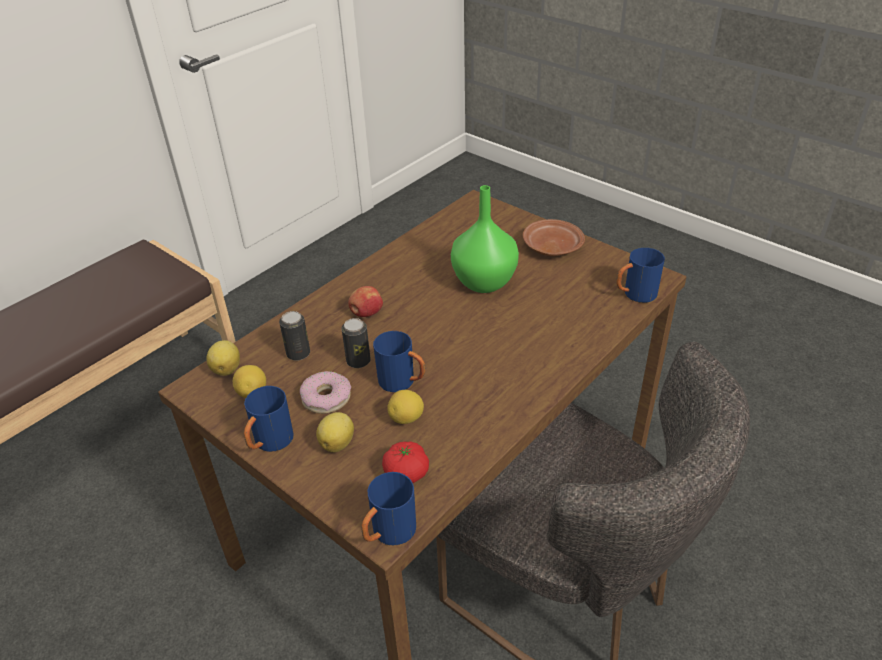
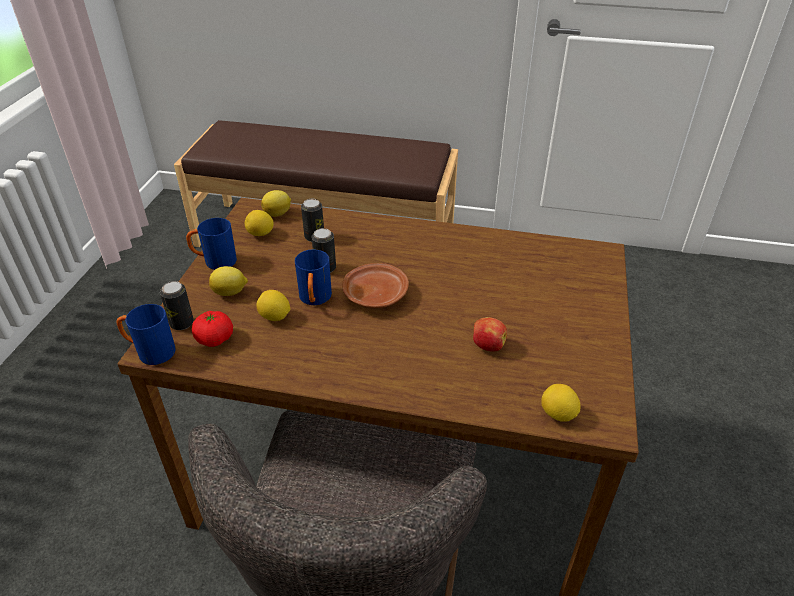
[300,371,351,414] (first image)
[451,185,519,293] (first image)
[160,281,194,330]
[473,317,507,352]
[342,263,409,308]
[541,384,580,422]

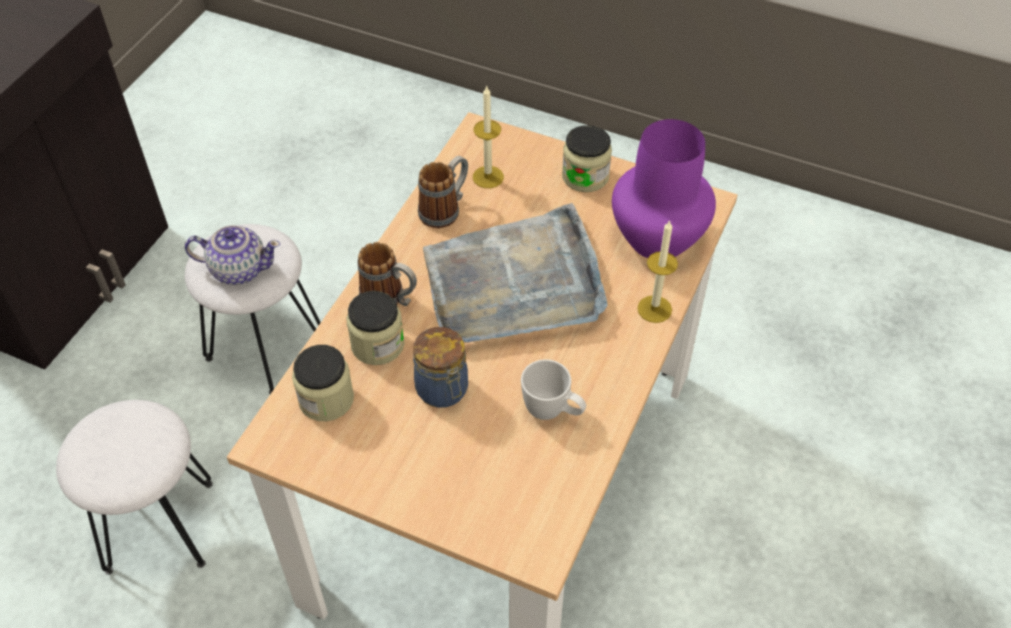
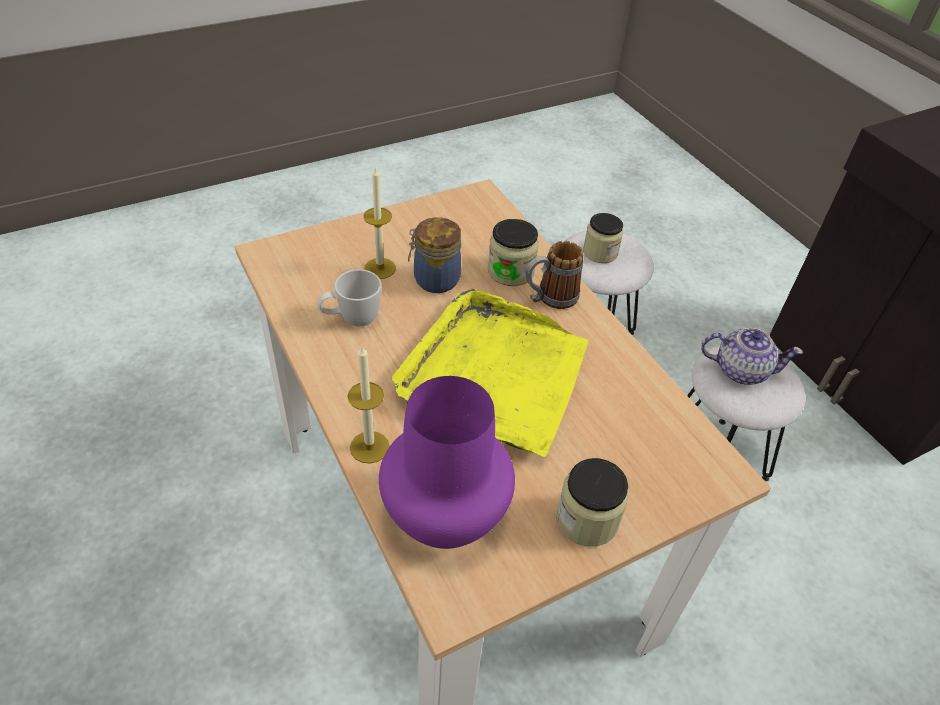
[418,156,468,228] (first image)
[583,213,623,263]
[363,166,396,279]
[392,289,588,457]
[701,328,803,385]

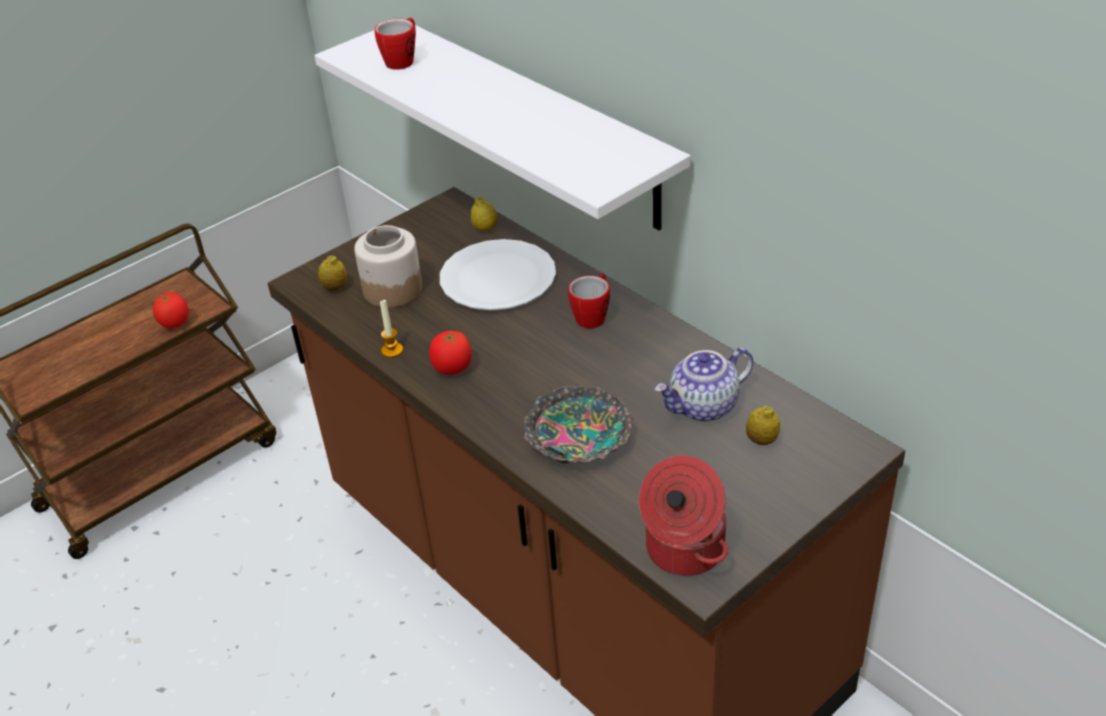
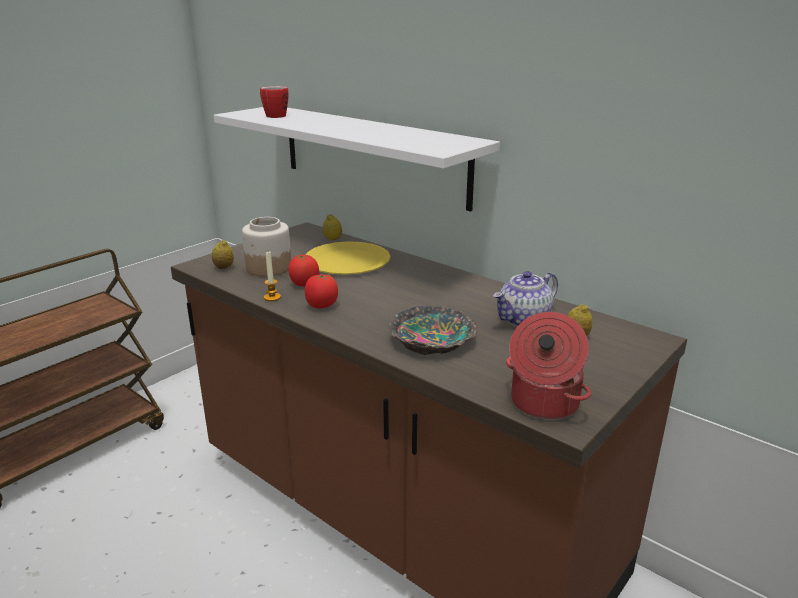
[568,273,610,329] (first image)
[288,255,319,286]
[306,241,390,275]

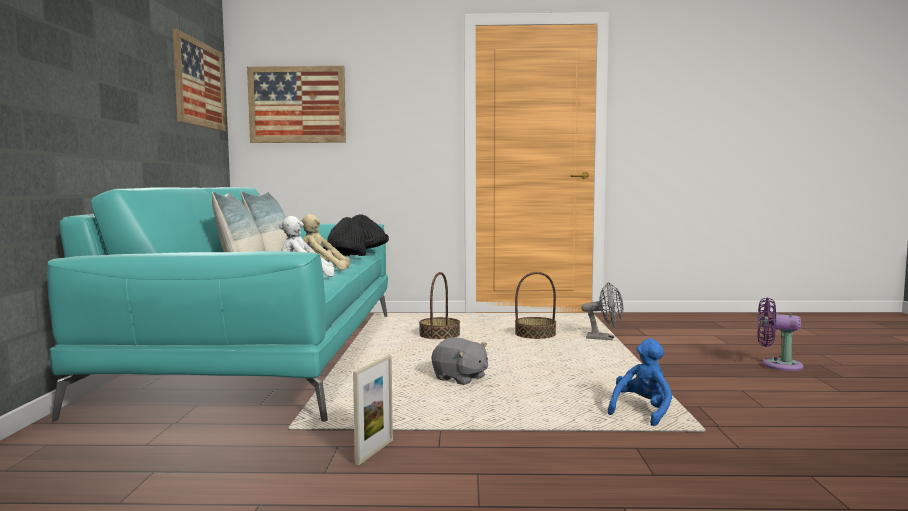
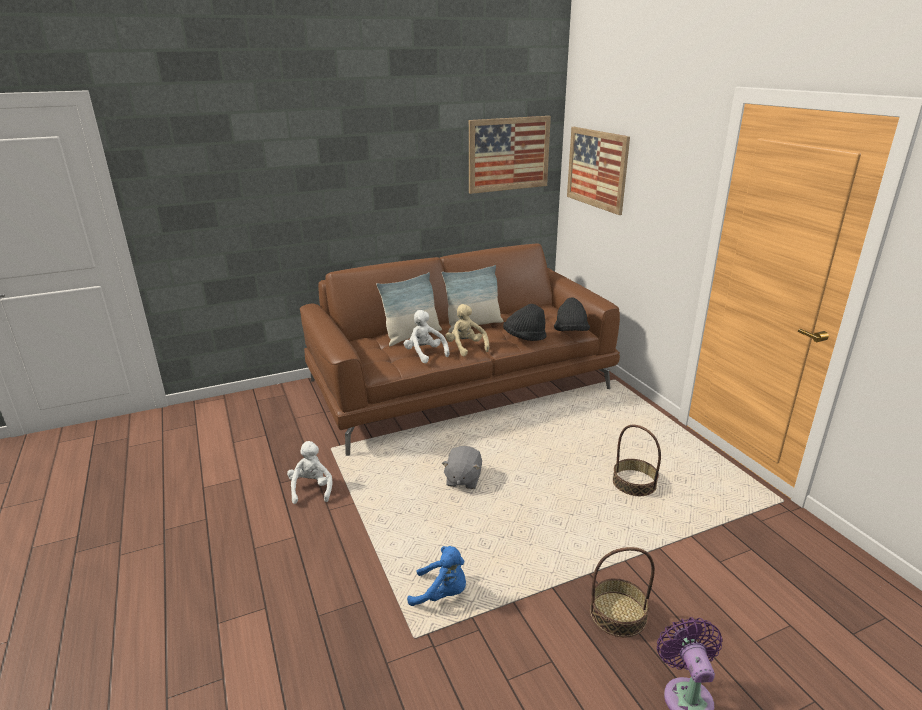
[581,282,623,340] (first image)
[590,547,655,637]
[287,441,332,504]
[300,244,620,456]

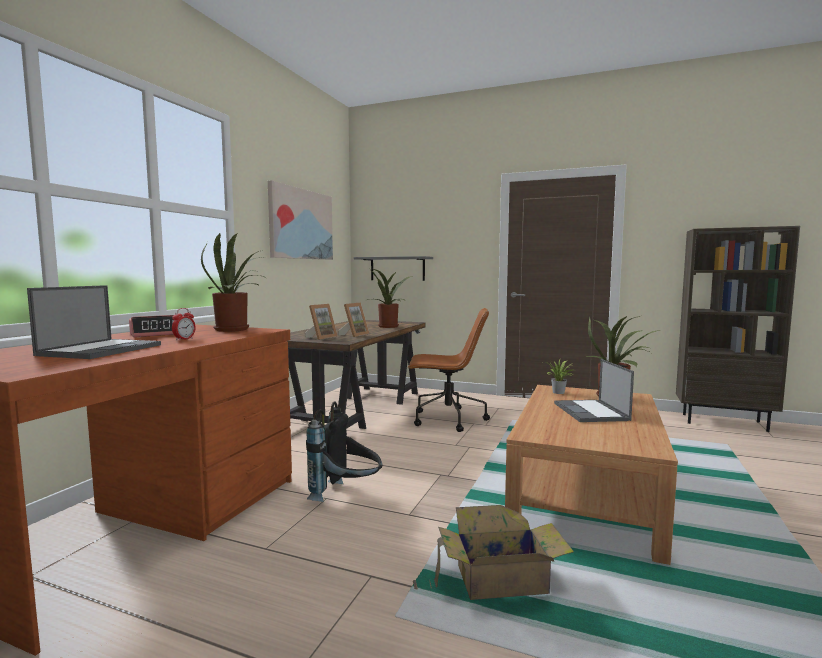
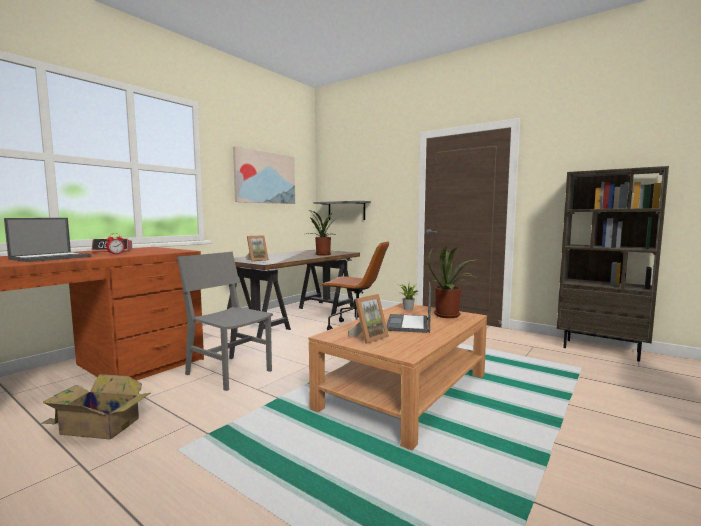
[201,232,267,332] (first image)
[348,294,389,344]
[41,374,150,440]
[177,252,273,391]

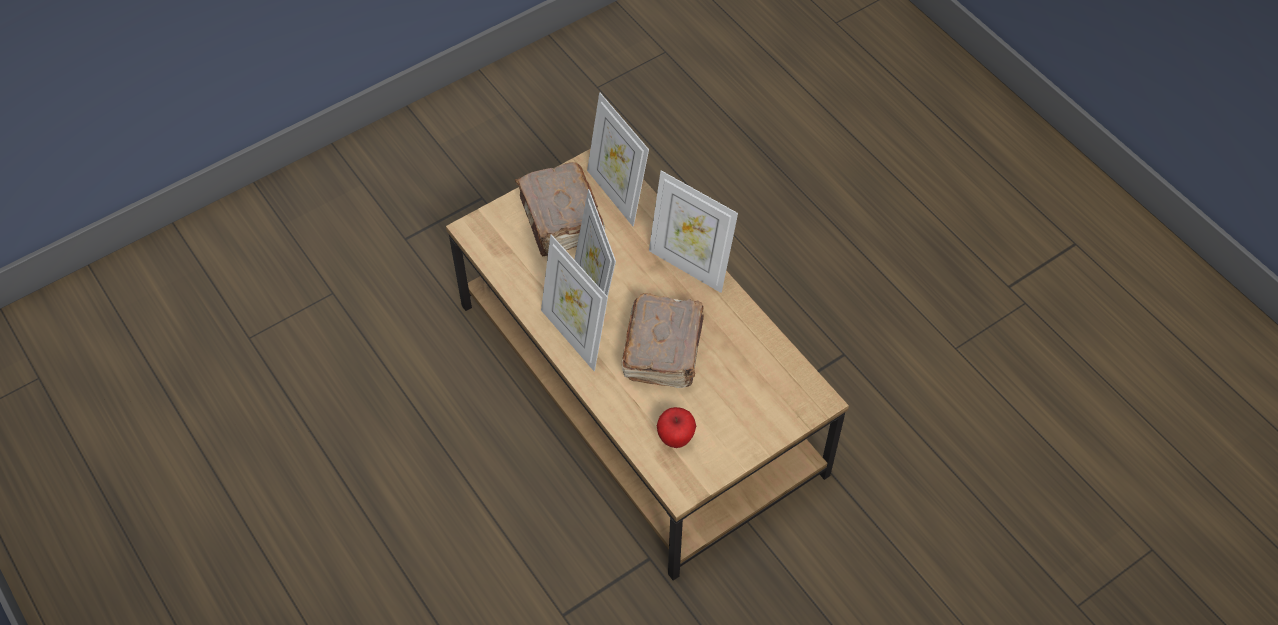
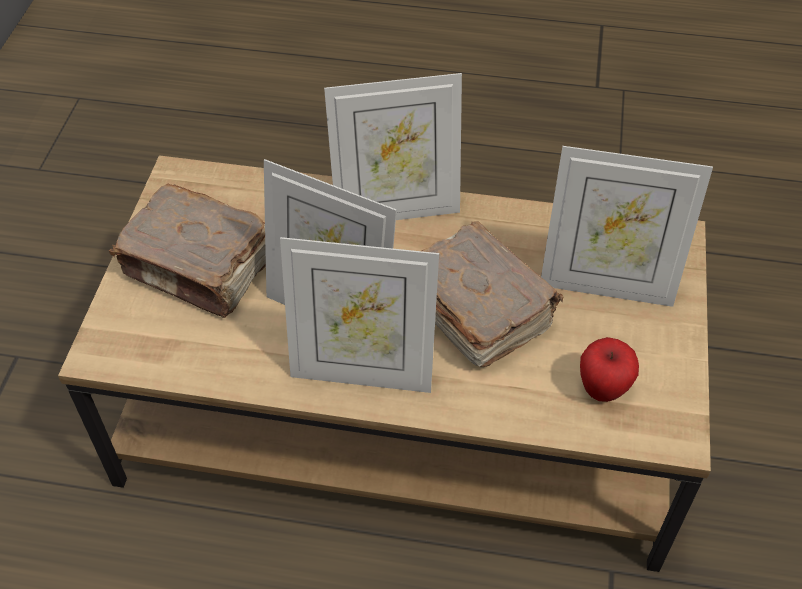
[541,146,713,307]

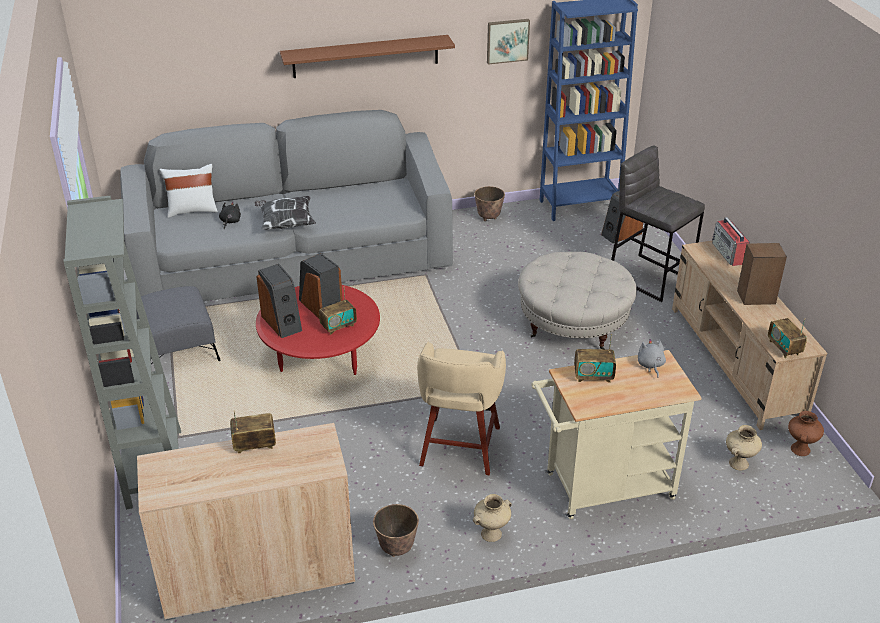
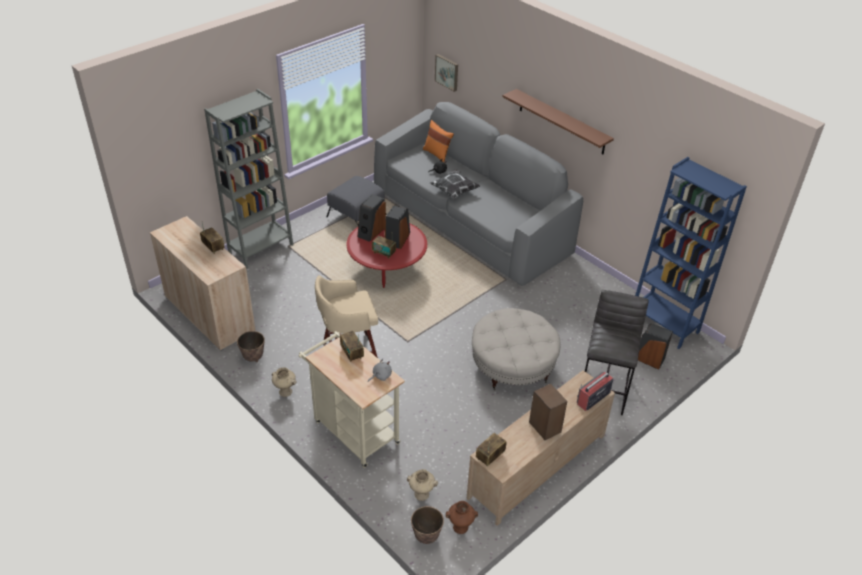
[411,506,444,544]
[435,54,458,92]
[423,120,454,162]

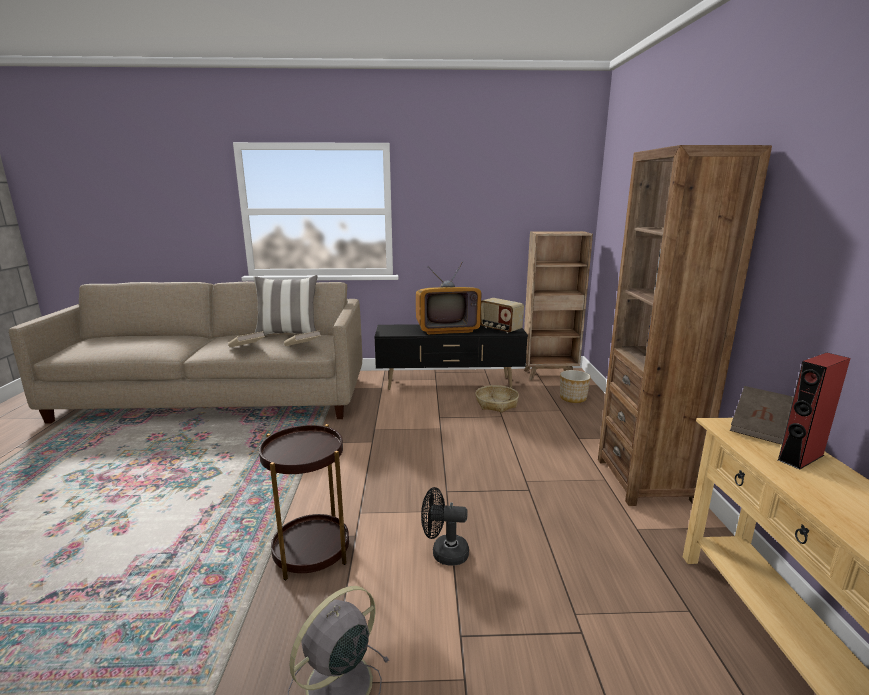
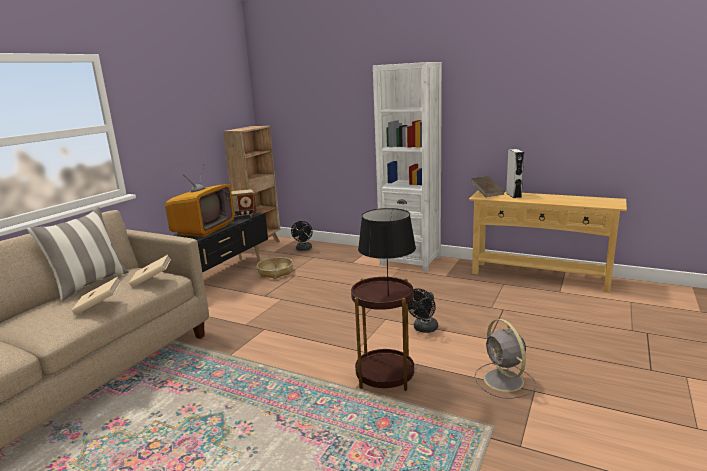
[358,208,416,296]
[291,221,313,251]
[373,62,442,272]
[506,149,524,198]

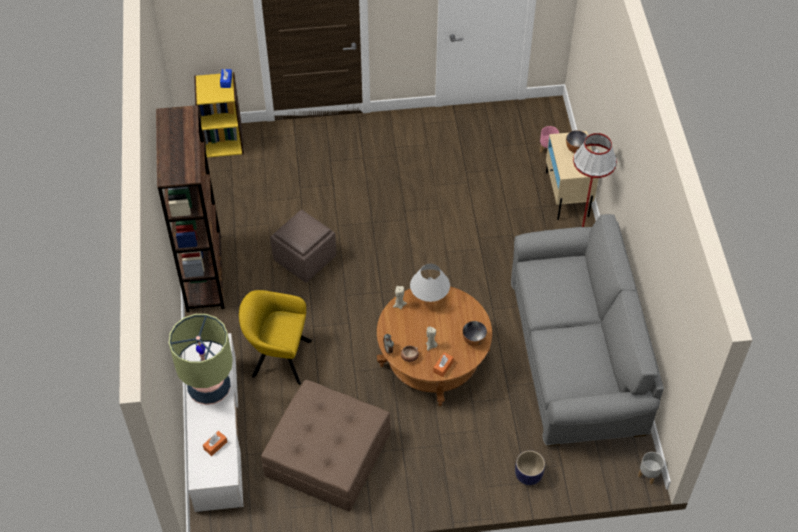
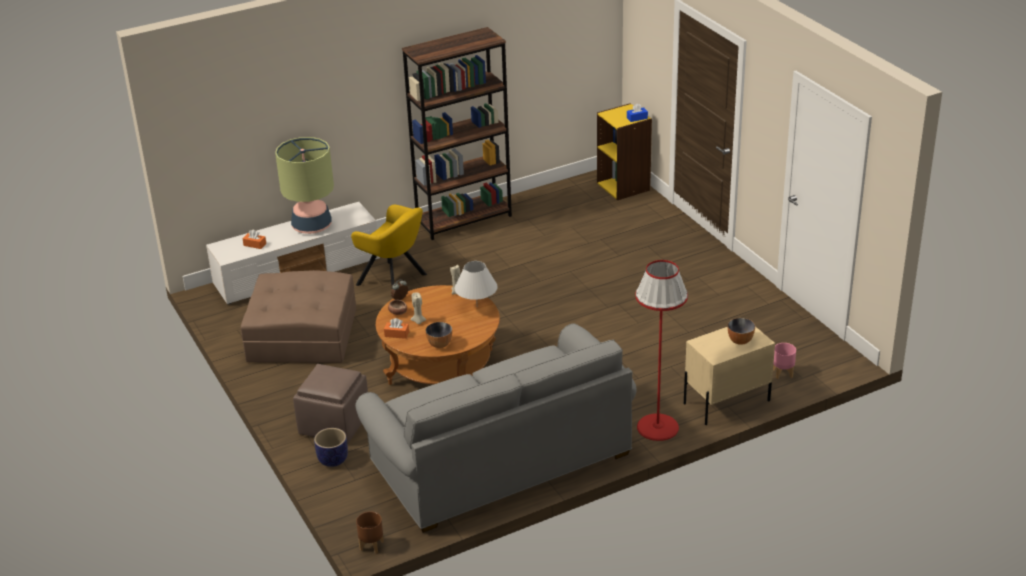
[293,364,368,444]
[356,511,384,554]
[351,205,427,286]

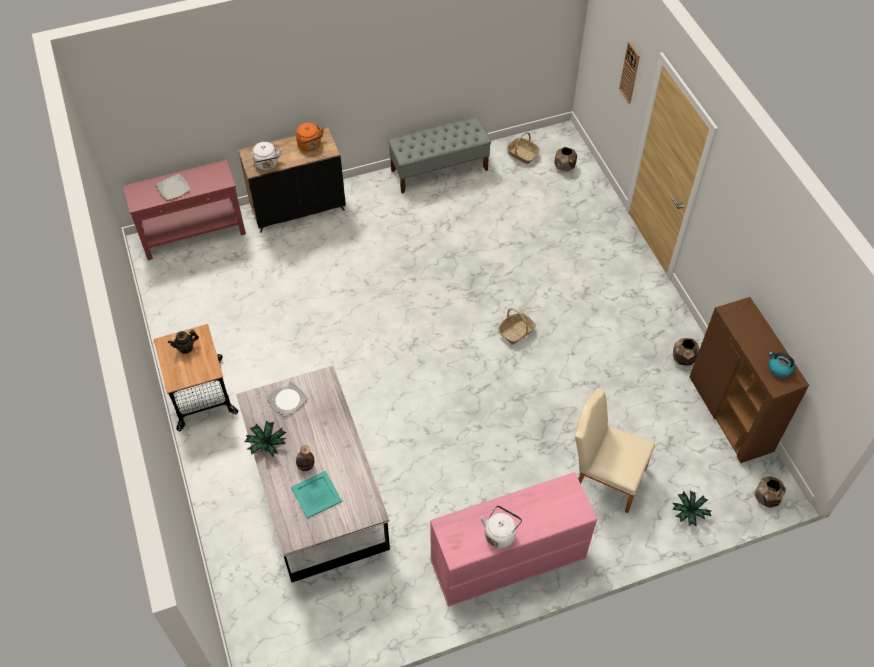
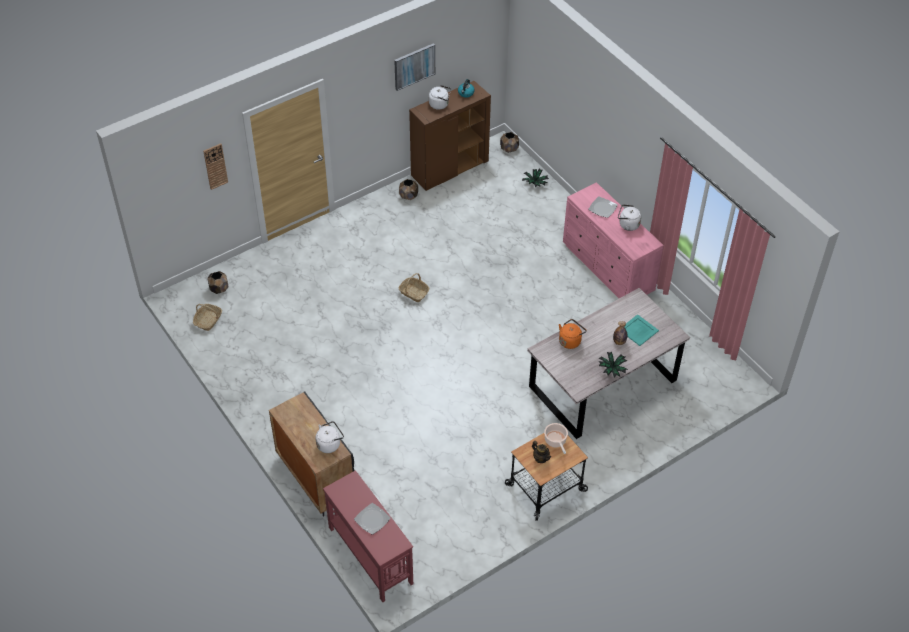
[388,117,491,193] (first image)
[575,388,655,513] (first image)
[394,43,435,91]
[429,85,451,110]
[544,423,568,454]
[588,196,618,218]
[559,319,587,349]

